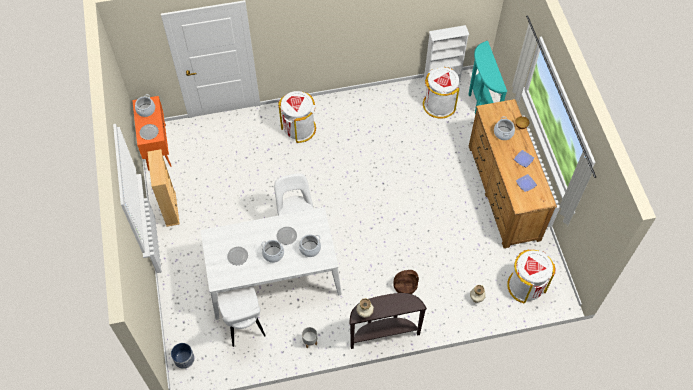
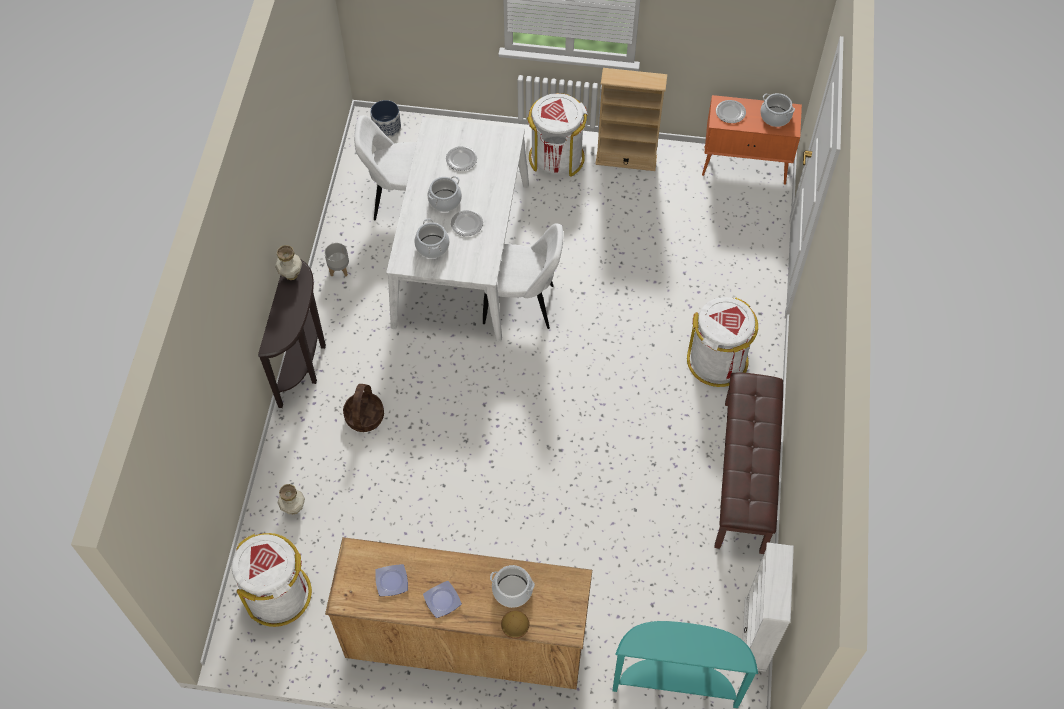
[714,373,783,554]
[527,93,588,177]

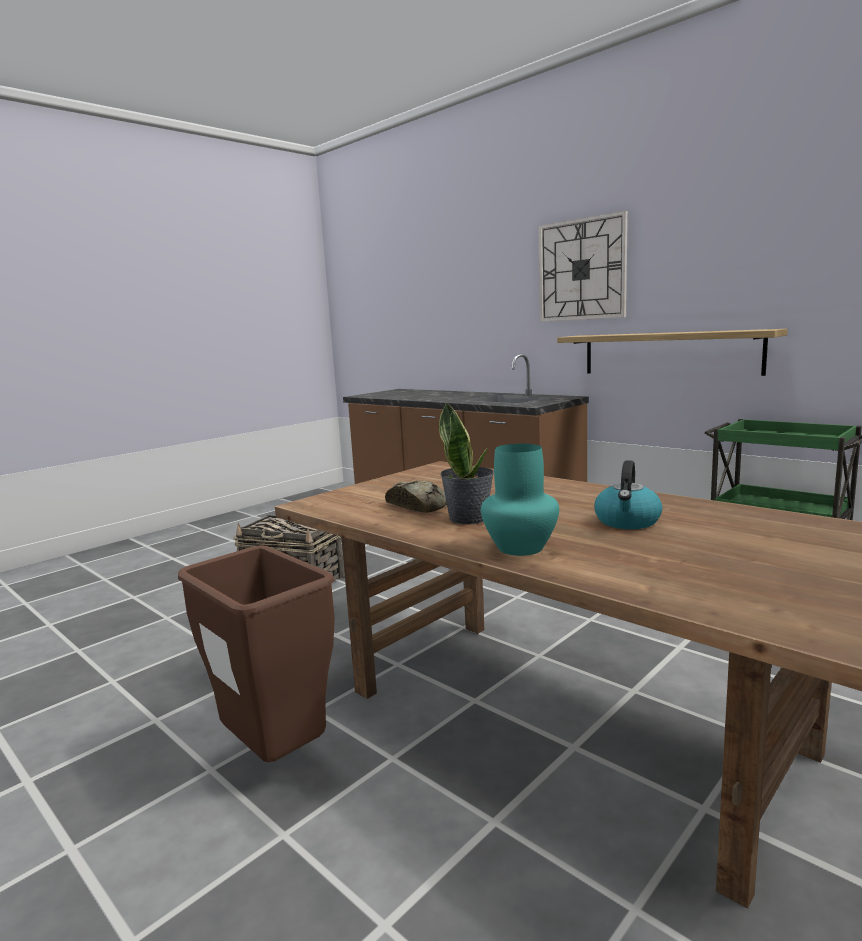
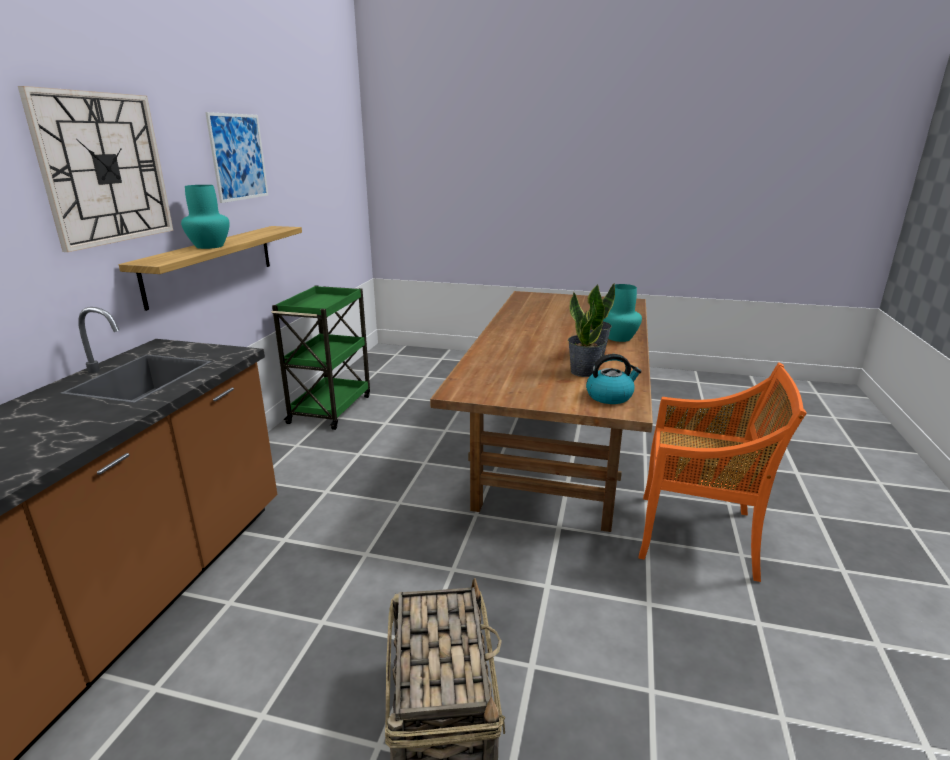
[181,185,230,249]
[205,112,268,203]
[586,354,642,404]
[639,362,807,582]
[568,292,606,377]

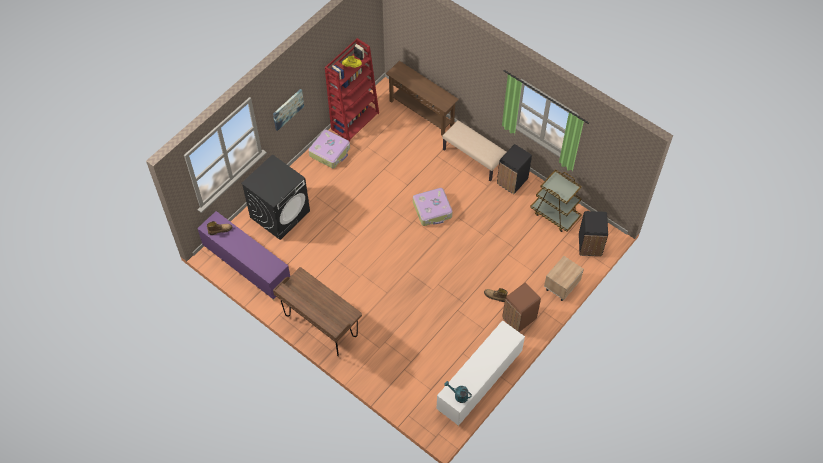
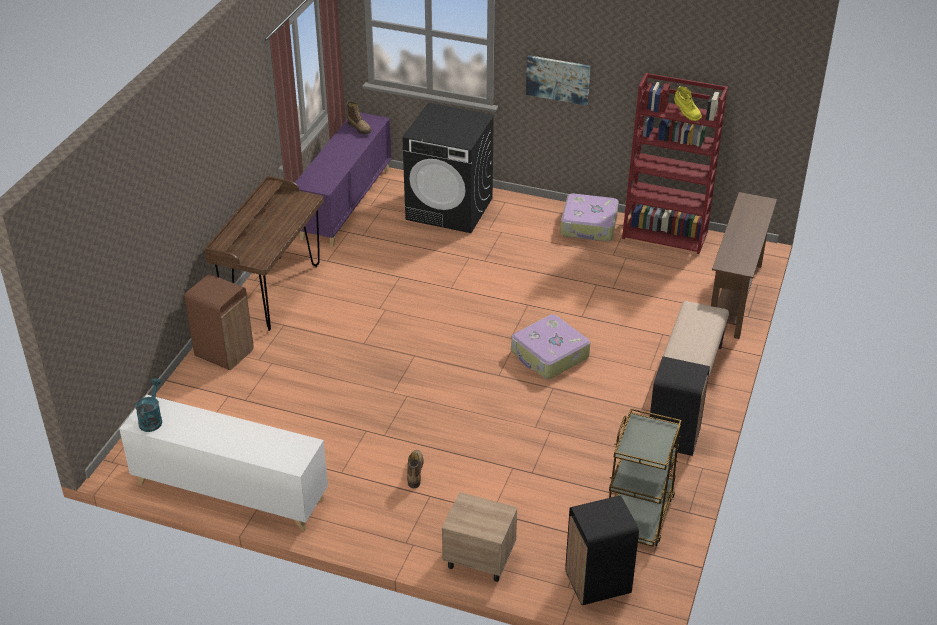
[185,274,253,370]

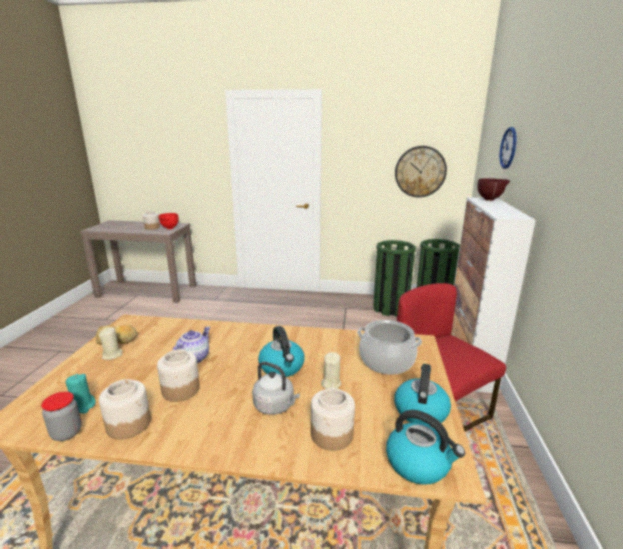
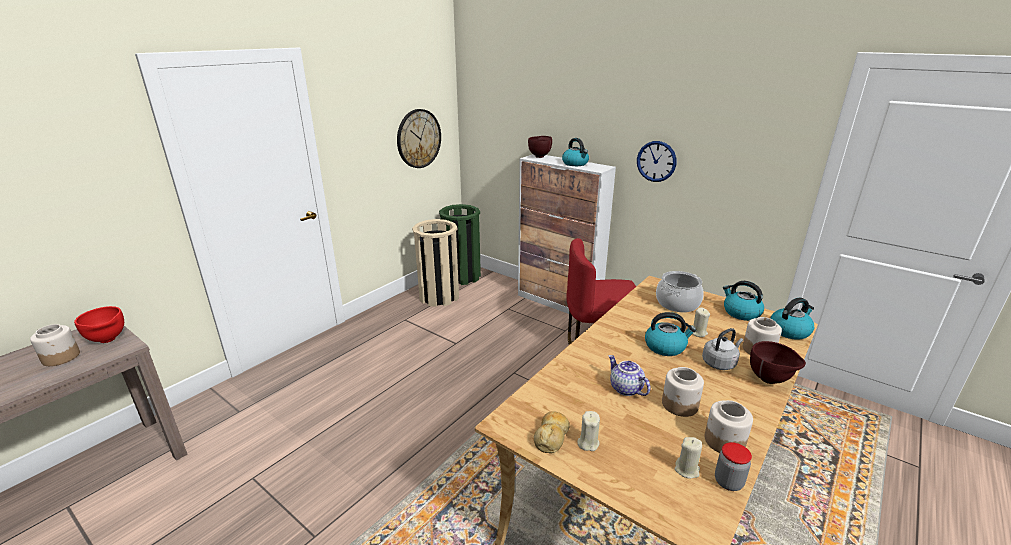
[562,138,589,166]
[750,341,806,384]
[637,141,676,182]
[675,437,702,479]
[412,219,459,307]

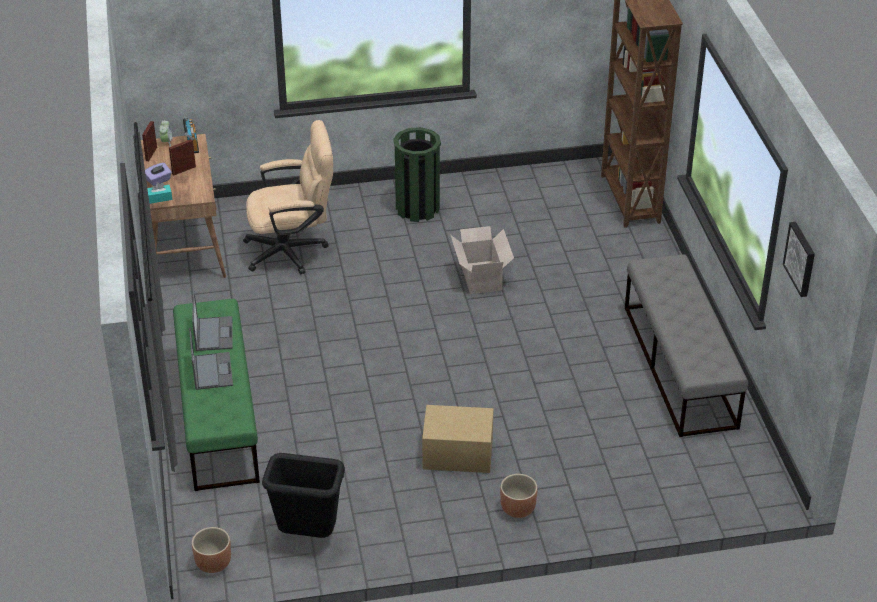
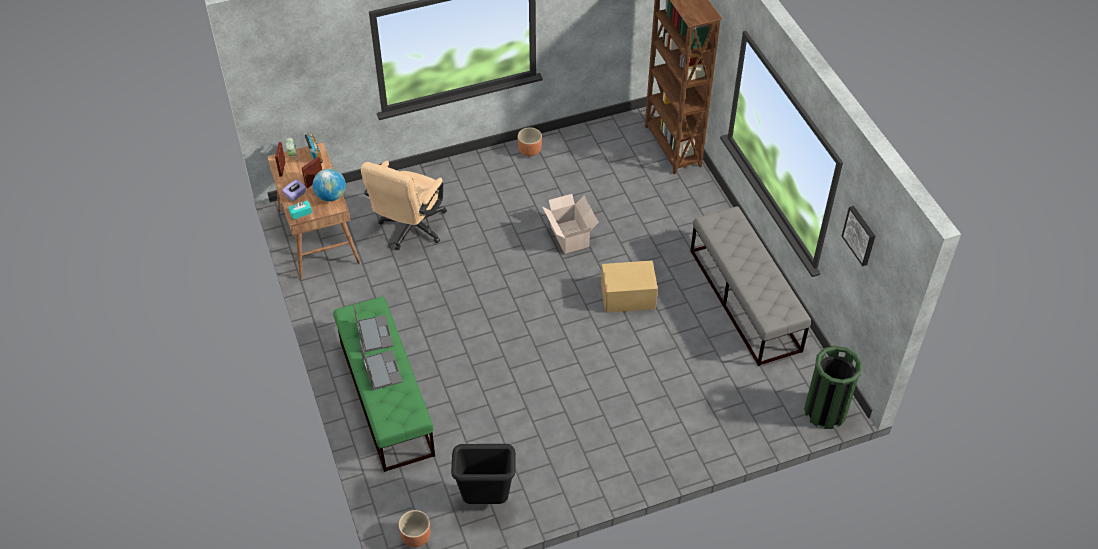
[313,168,346,201]
[804,346,862,429]
[601,260,658,313]
[518,127,542,157]
[361,161,447,250]

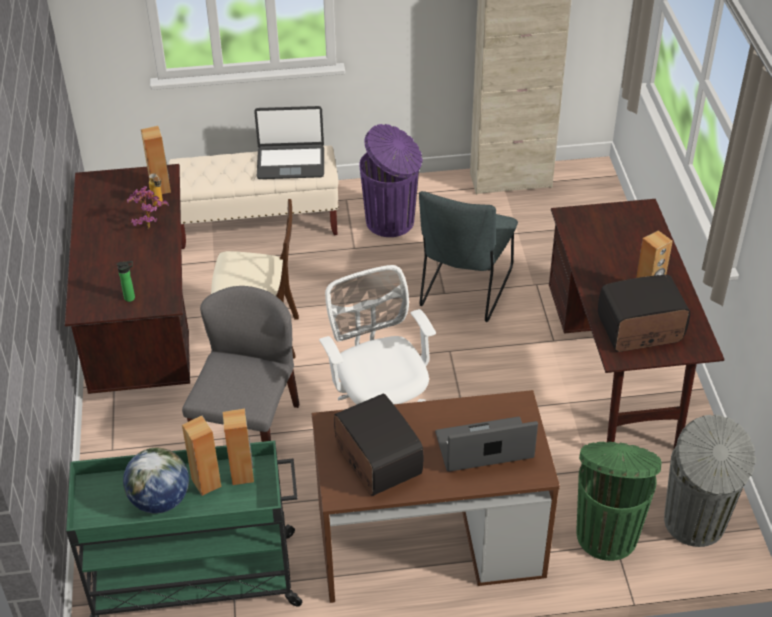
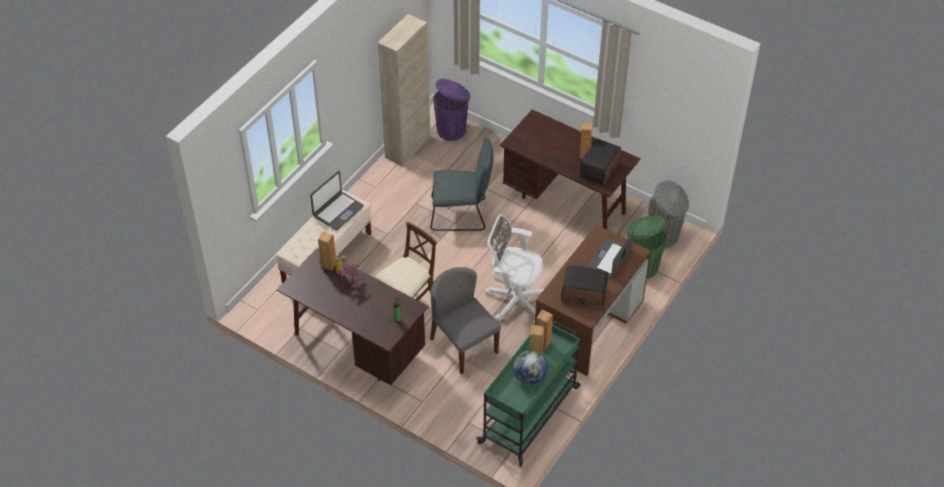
[433,79,471,141]
[430,137,493,231]

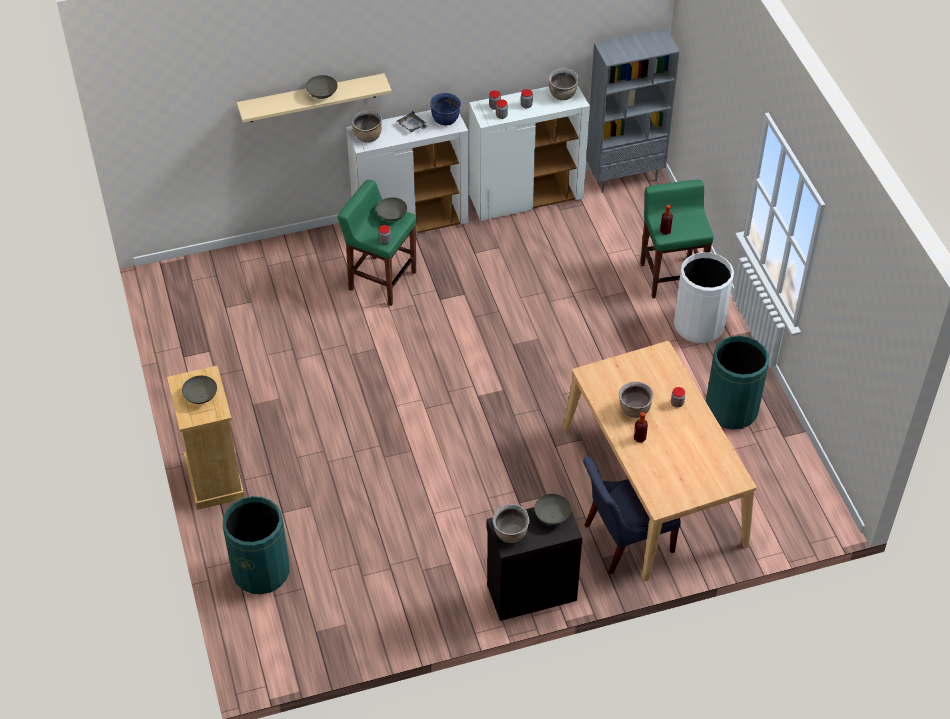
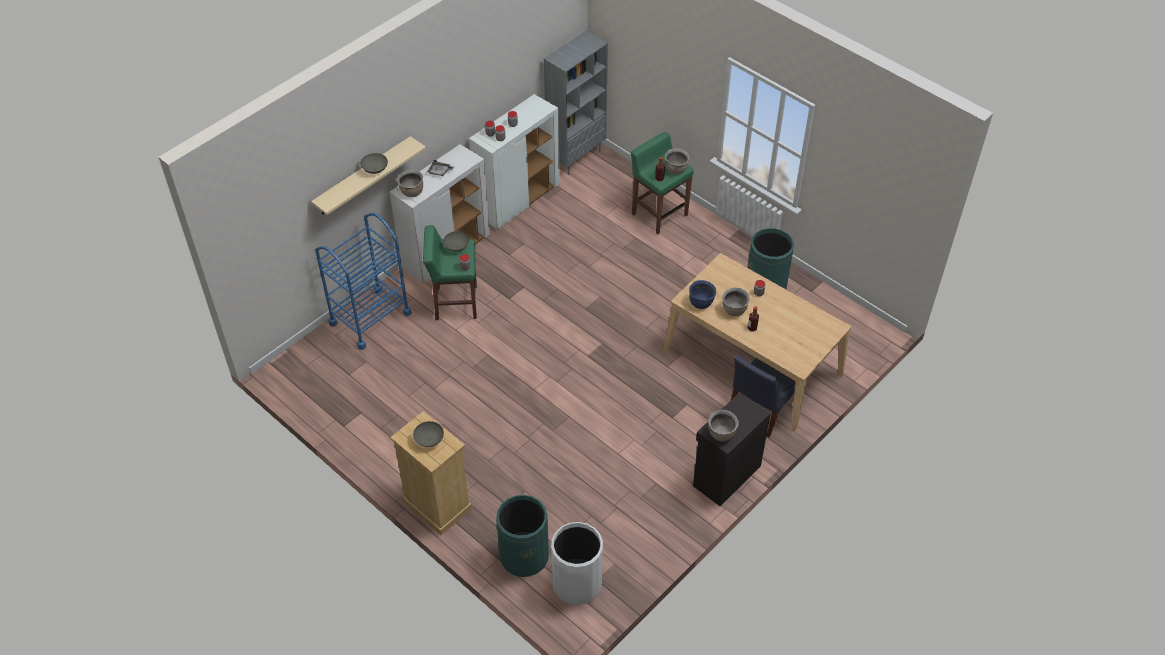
[535,494,571,525] (first image)
[315,213,412,350]
[689,280,716,309]
[665,148,689,174]
[551,522,603,605]

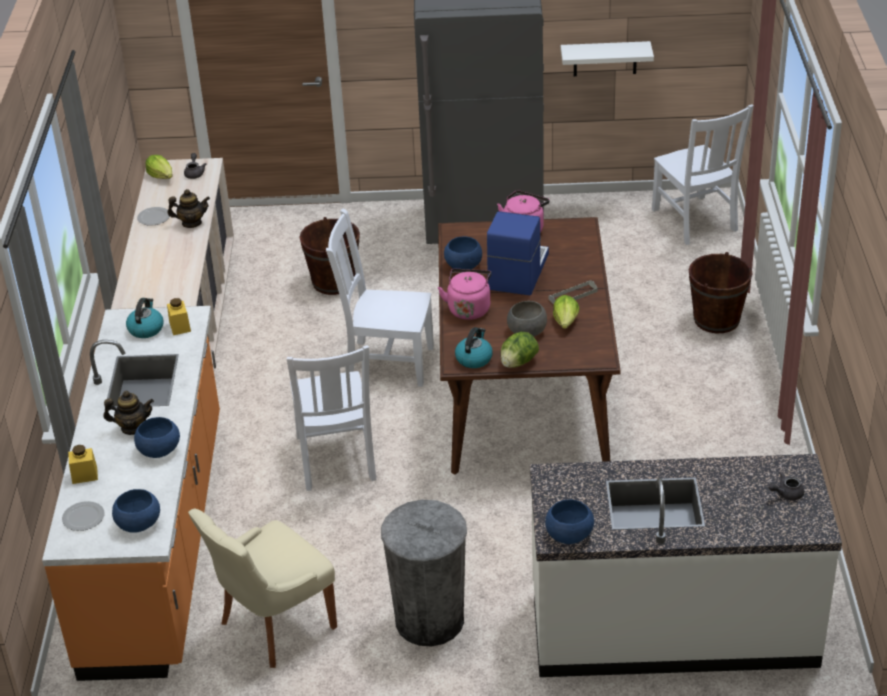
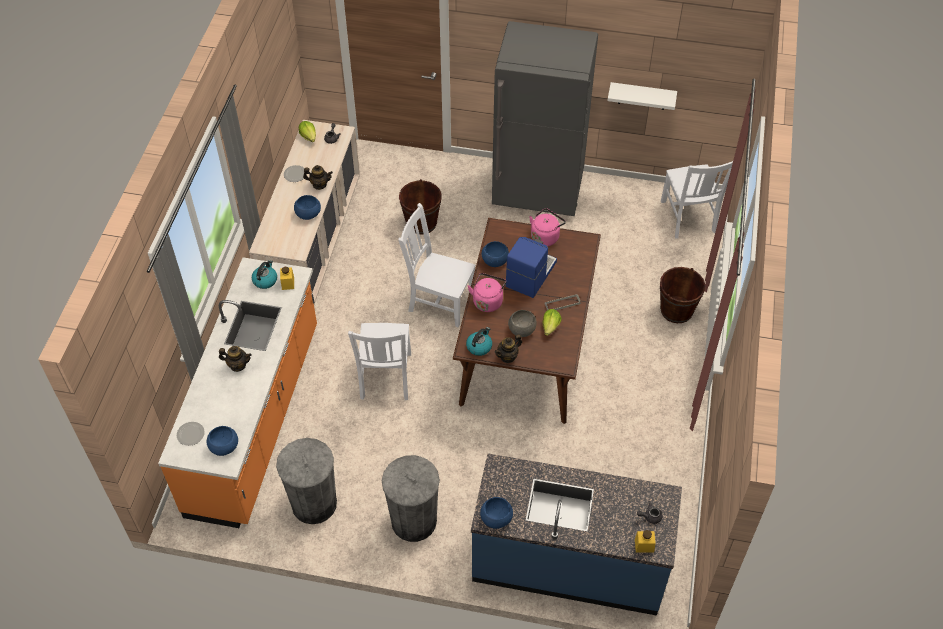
[635,530,656,552]
[294,195,321,220]
[276,438,337,524]
[494,334,522,363]
[471,453,682,616]

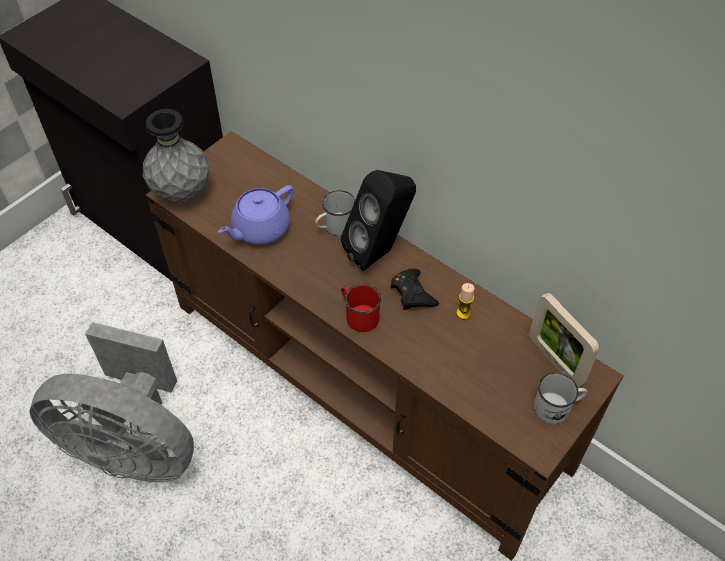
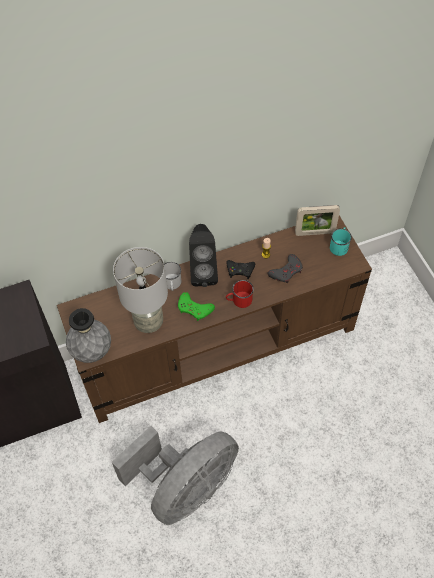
[178,292,215,321]
[267,254,303,283]
[113,247,168,333]
[330,227,352,256]

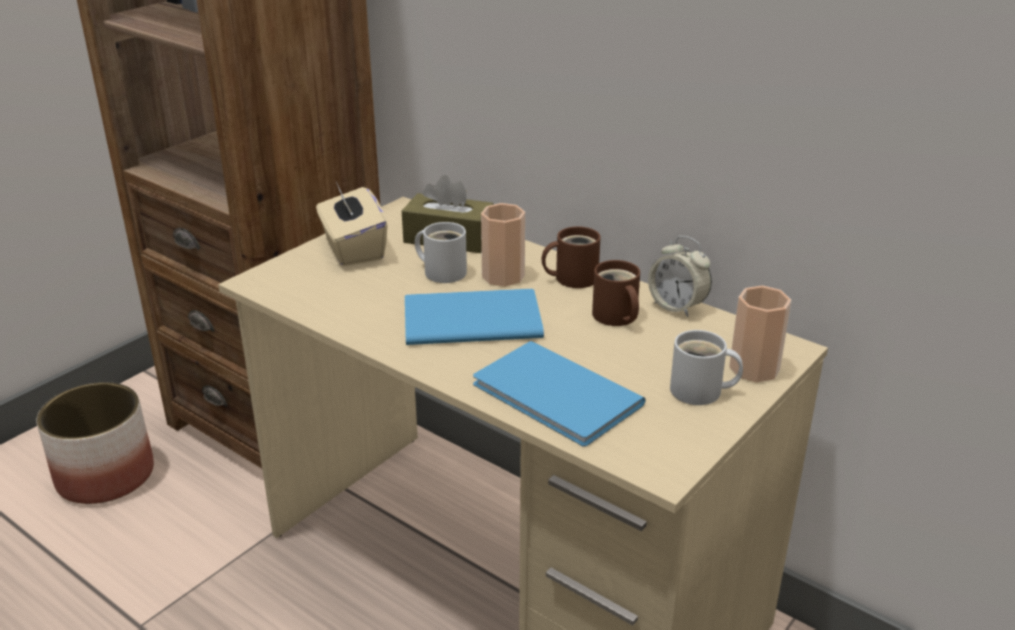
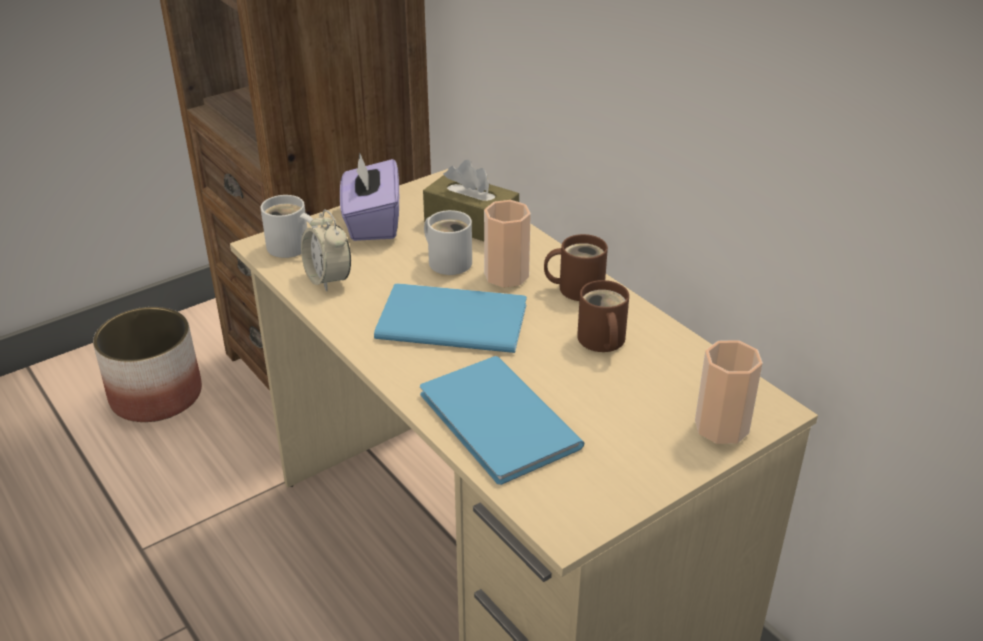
[301,209,351,292]
[261,195,318,258]
[340,152,399,241]

